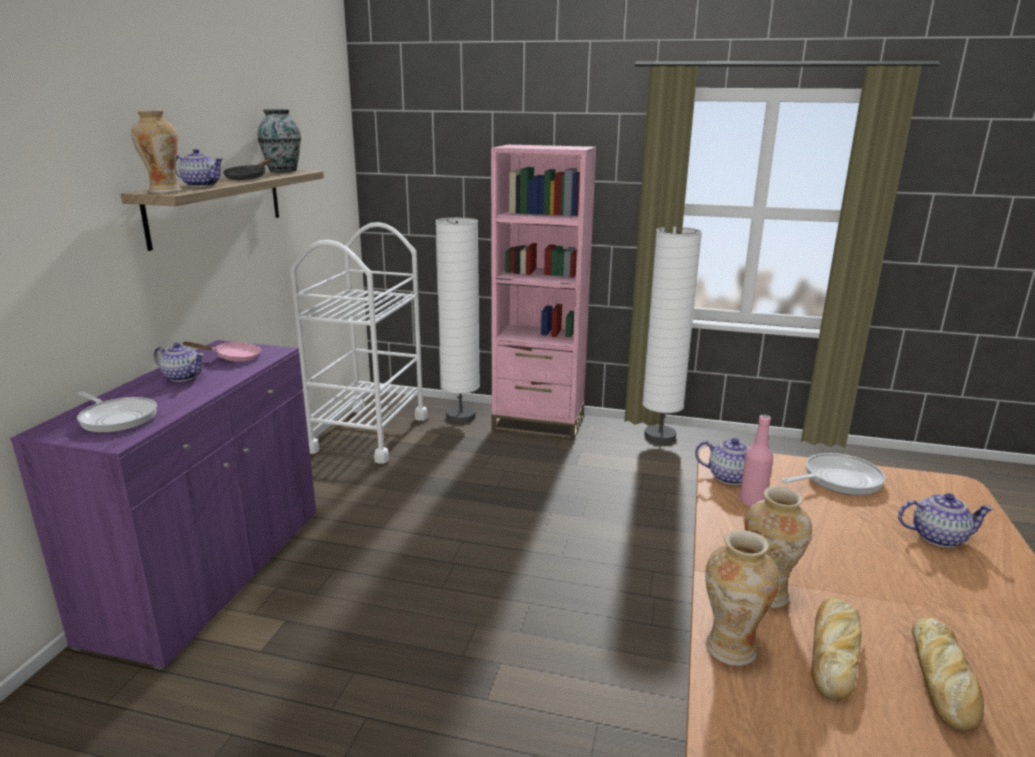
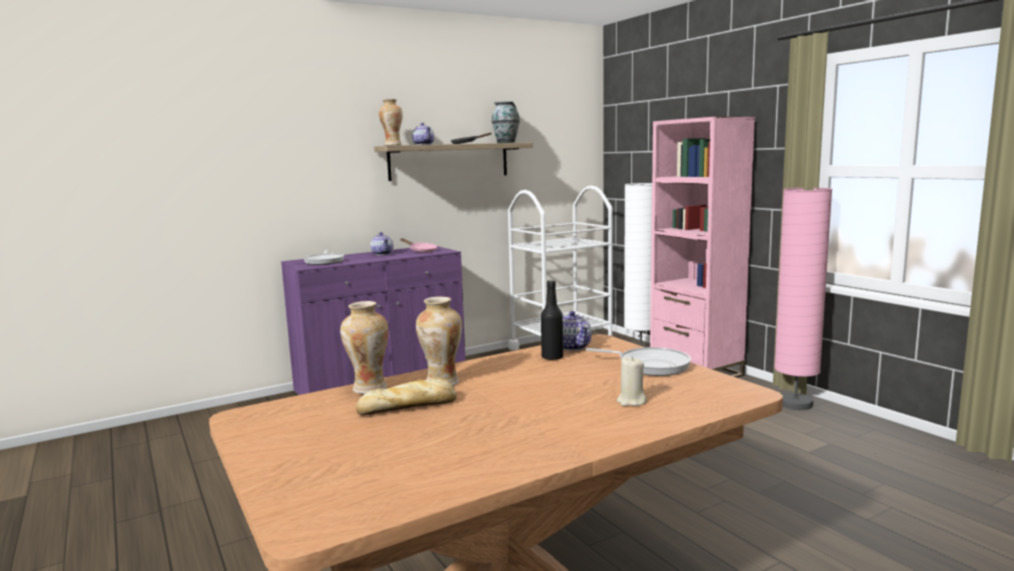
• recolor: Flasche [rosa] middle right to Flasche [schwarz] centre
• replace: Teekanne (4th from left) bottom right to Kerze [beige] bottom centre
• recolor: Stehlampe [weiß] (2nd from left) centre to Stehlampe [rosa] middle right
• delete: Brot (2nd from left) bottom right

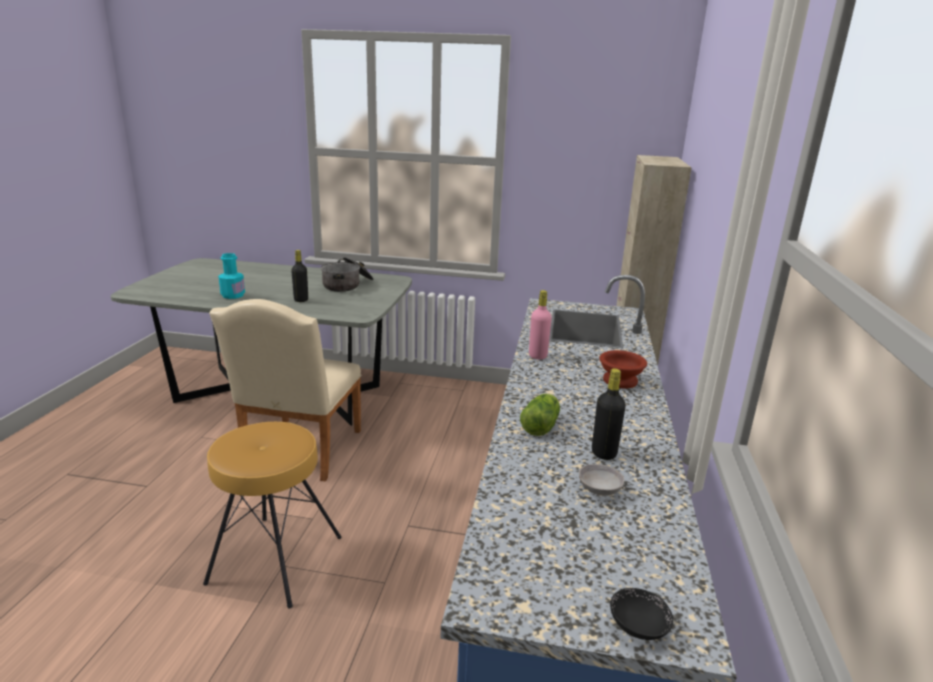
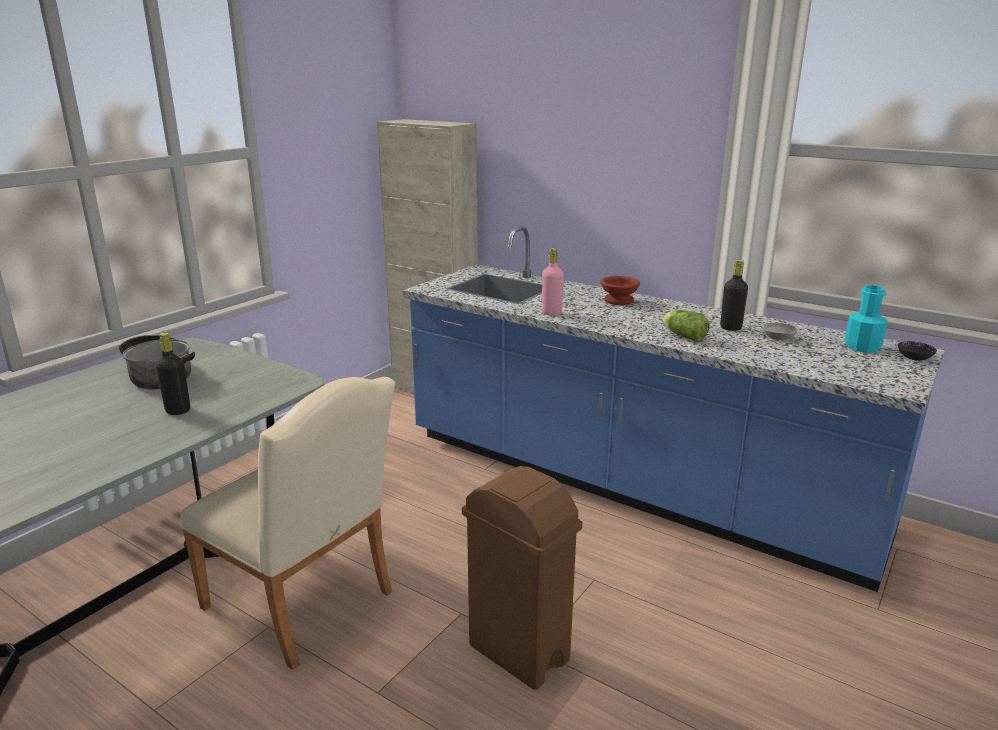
• replace: Hocker [braun] bottom left to Mülleimer [braun] bottom centre
• move: Flasche [türkis] middle left to middle right

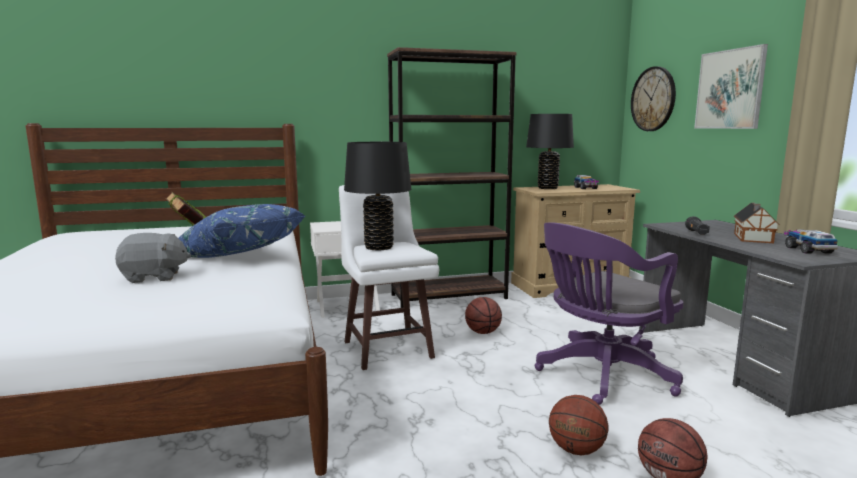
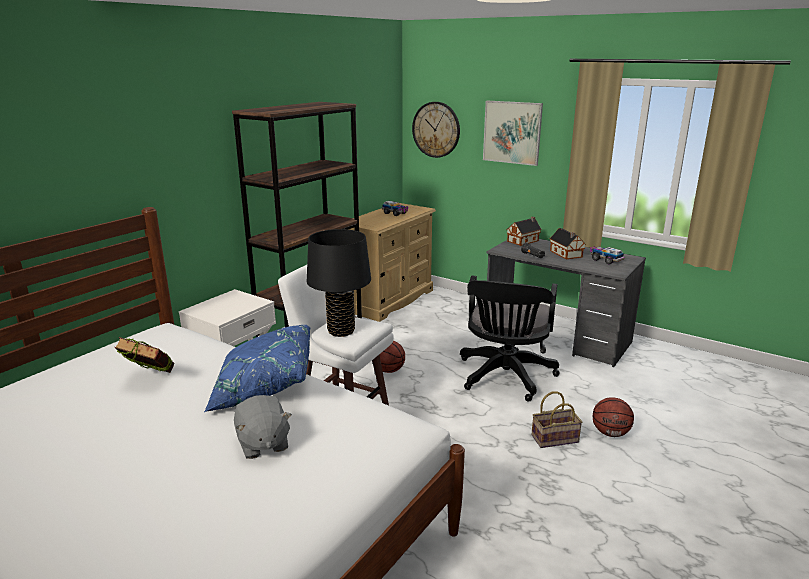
• rotate: Plüschtier [grau] middle left = bottom left 120 degrees clockwise
• recolor: Bürostuhl [lila] middle right to Bürostuhl [schwarz] centre
• insert: Spielzeughaus (1st from left) centre
• replace: Basketball (2nd from left) bottom right to Korb bottom right
• delete: Tischlampe [schwarz] (2nd from left) top centre

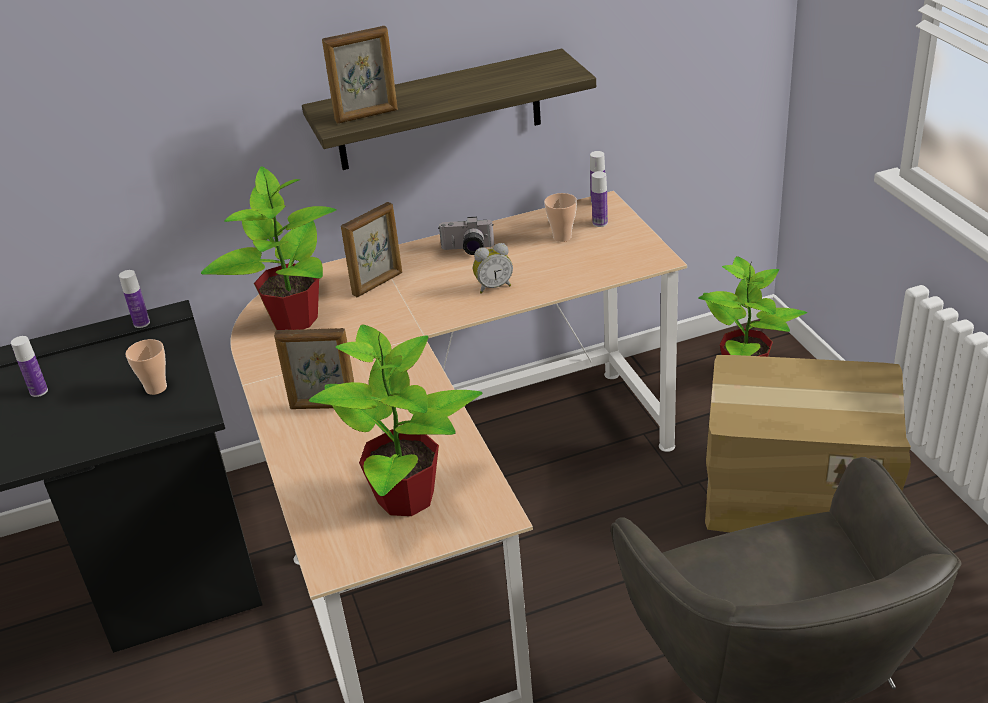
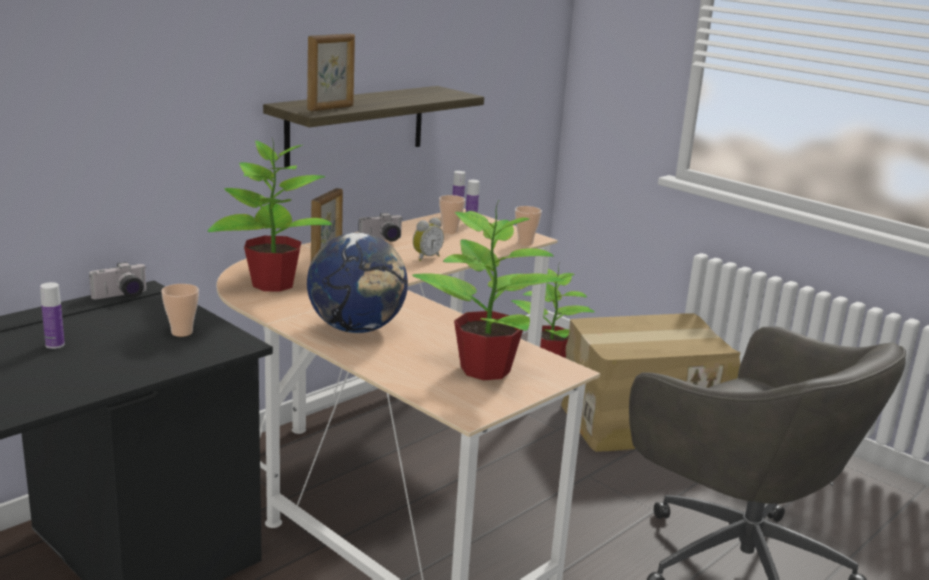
• replace: Flasche (2nd from left) middle left to Kamera (1st from left) middle left
• replace: Bilderrahmen (1st from left) middle left to Globus centre
• insert: Tasse (3rd from left) centre

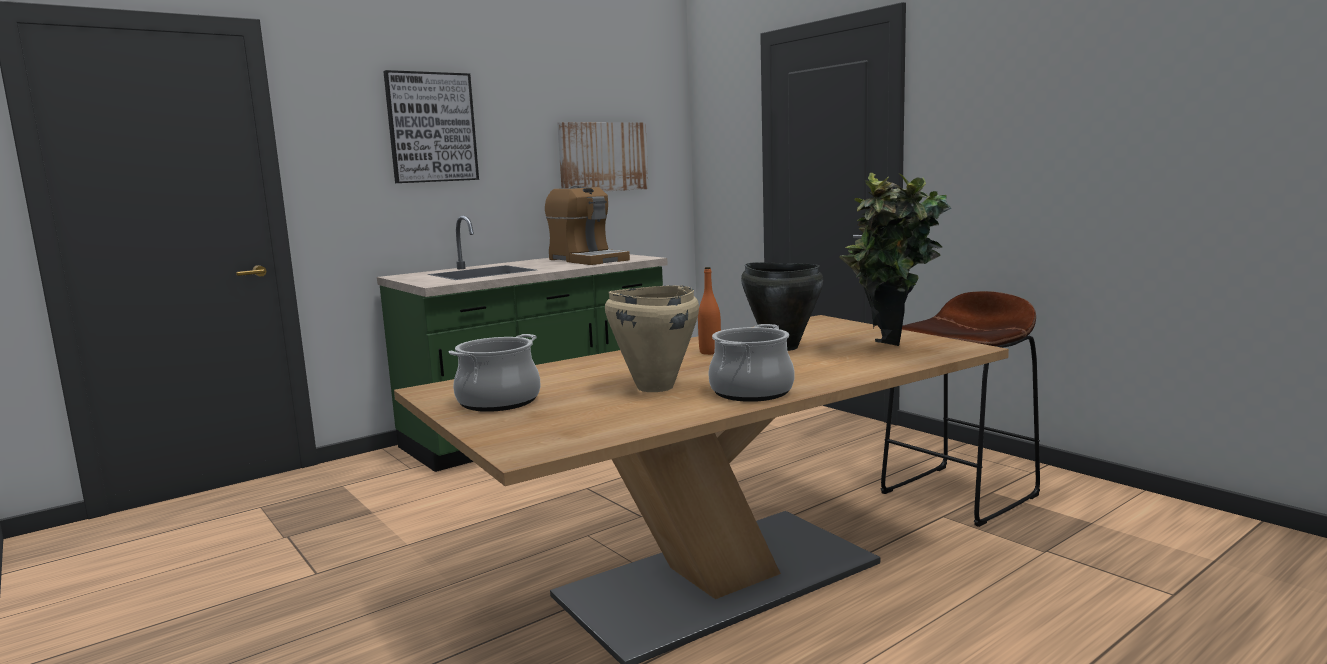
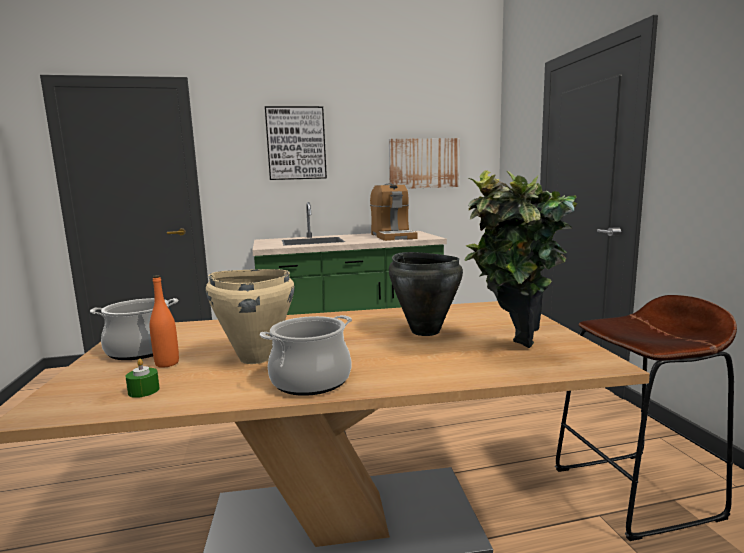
• insert: Kerze [grün] bottom left
• move: Flasche [orange] centre to middle left

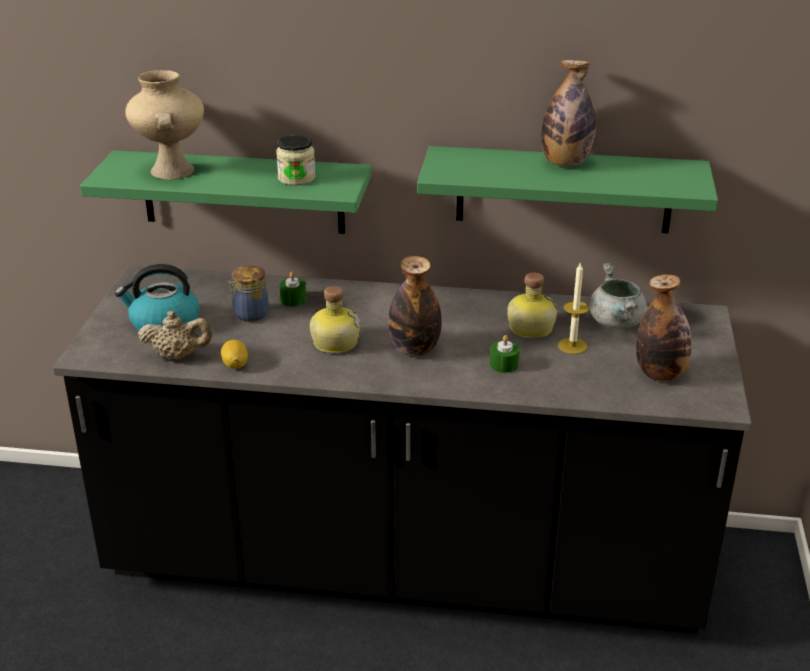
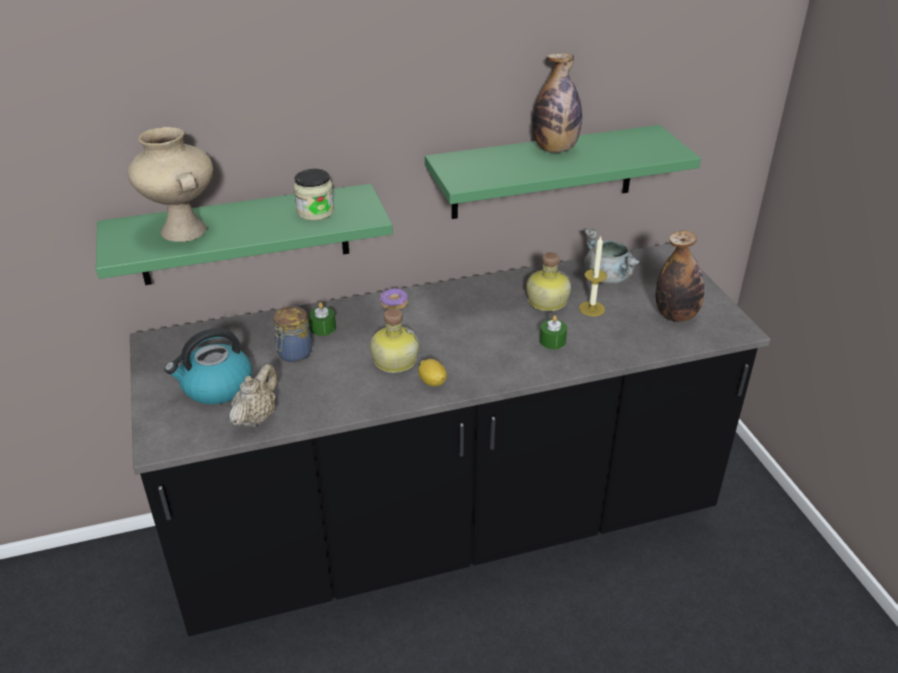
• rotate: Teekanne [beige] middle left = middle left 45 degrees counterclockwise
• insert: Donut centre
• move: Zitrone middle left to centre
• delete: Flasche (2nd from left) centre

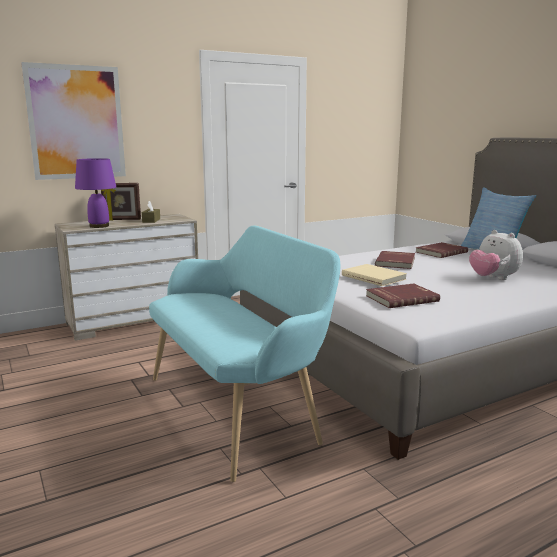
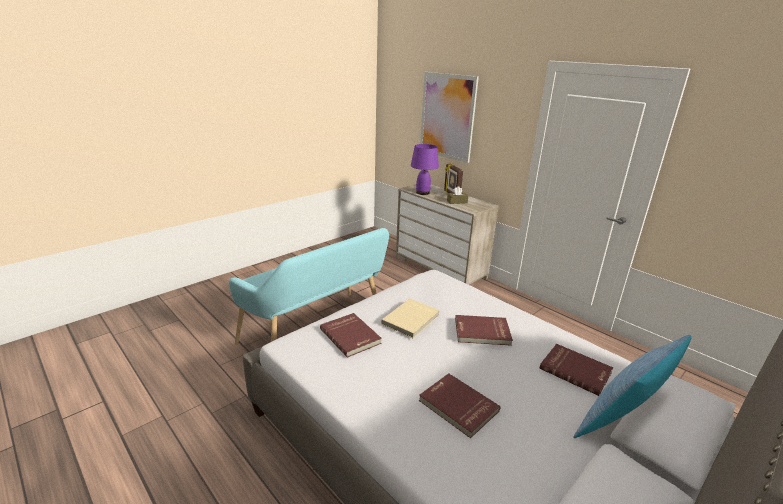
• replace: Plüschtier middle right to Buch [rot] (2nd from left) bottom centre

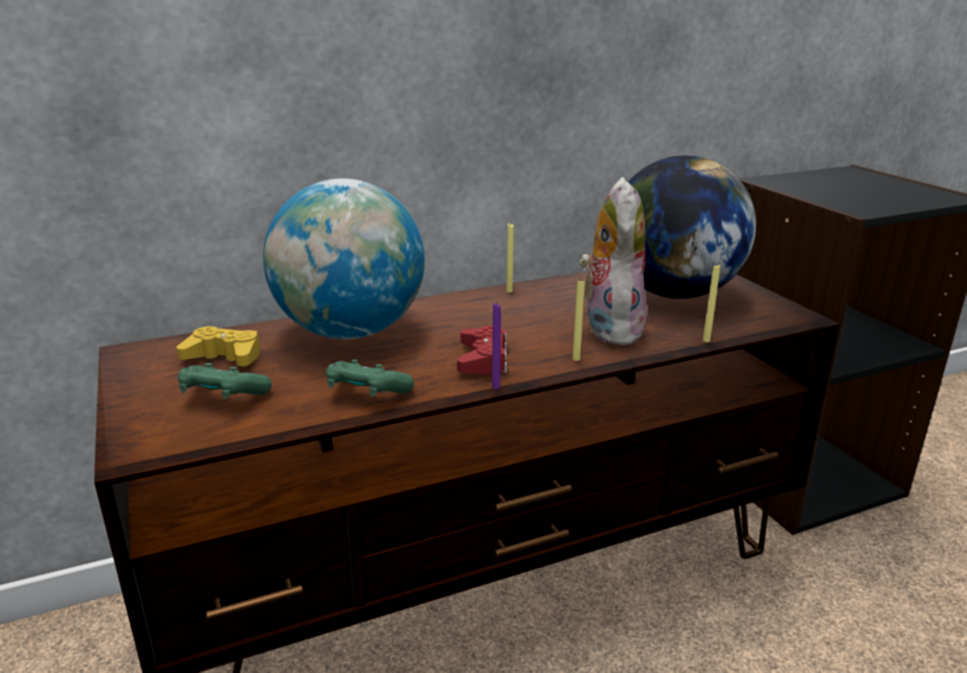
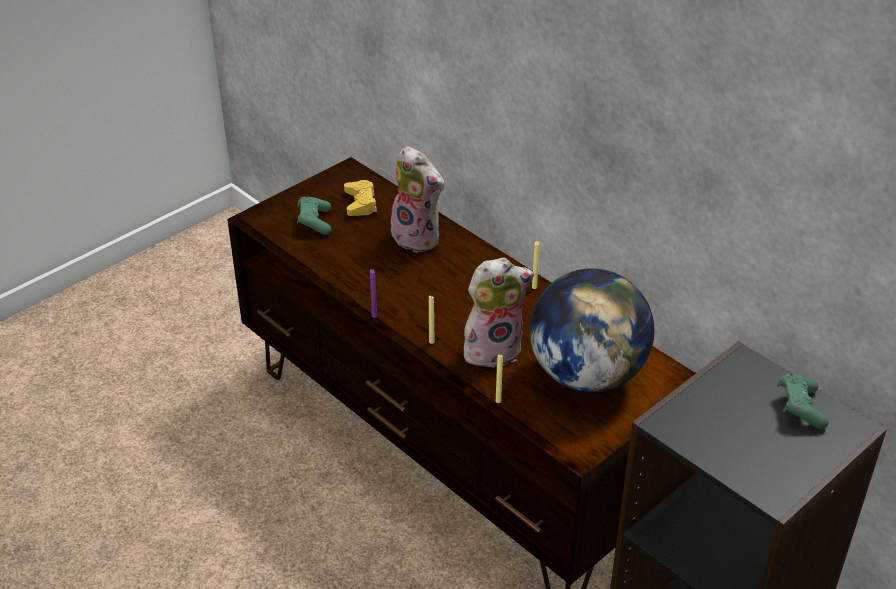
• replace: Globus (1st from left) centre to Plüschtier (1st from left) centre
• move: Gamepad [grün] (2nd from left) centre to bottom right
• delete: Gamepad [rot] centre

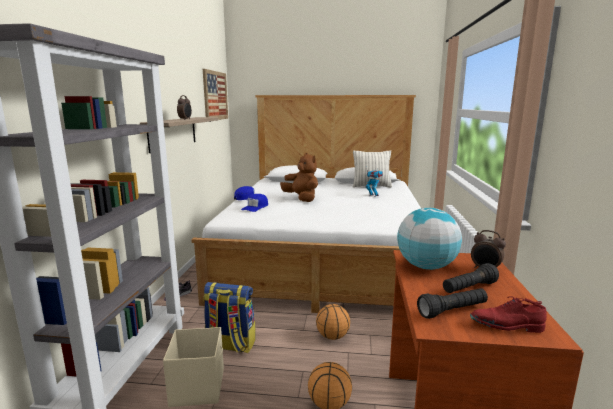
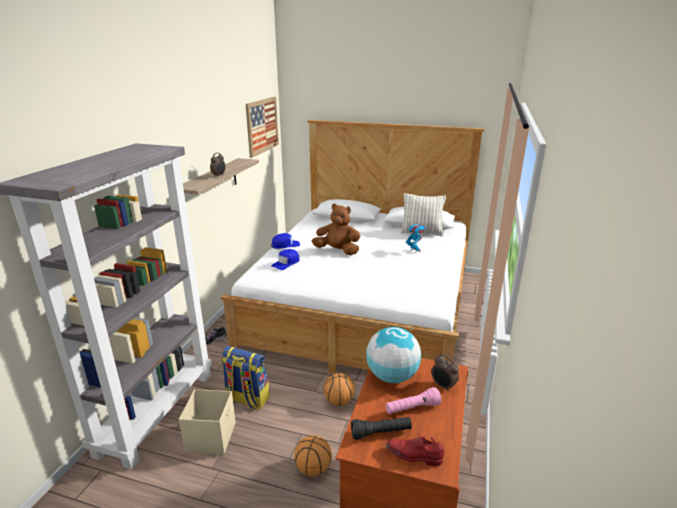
• rotate: Plüschtier [braun] centre = centre 45 degrees counterclockwise
• recolor: Taschenlampe [schwarz] (2nd from left) bottom right to Taschenlampe [rosa] bottom centre

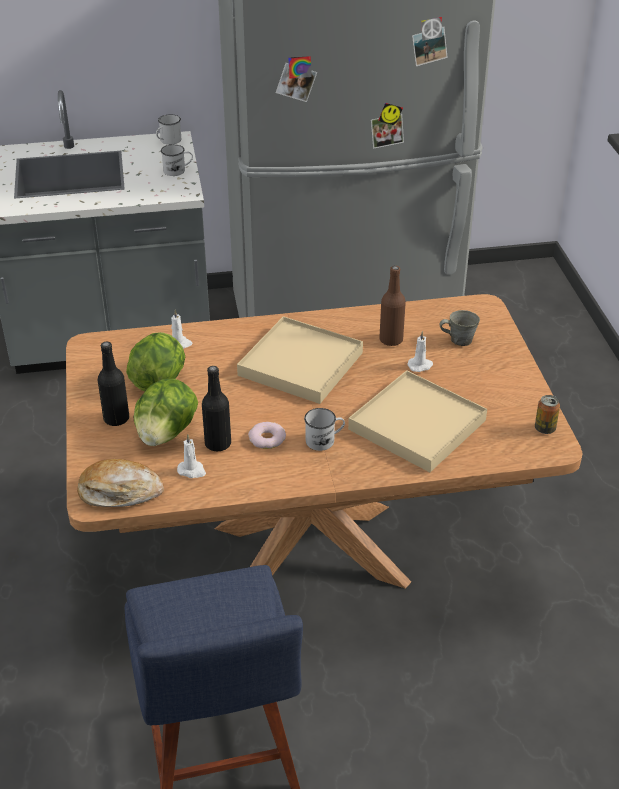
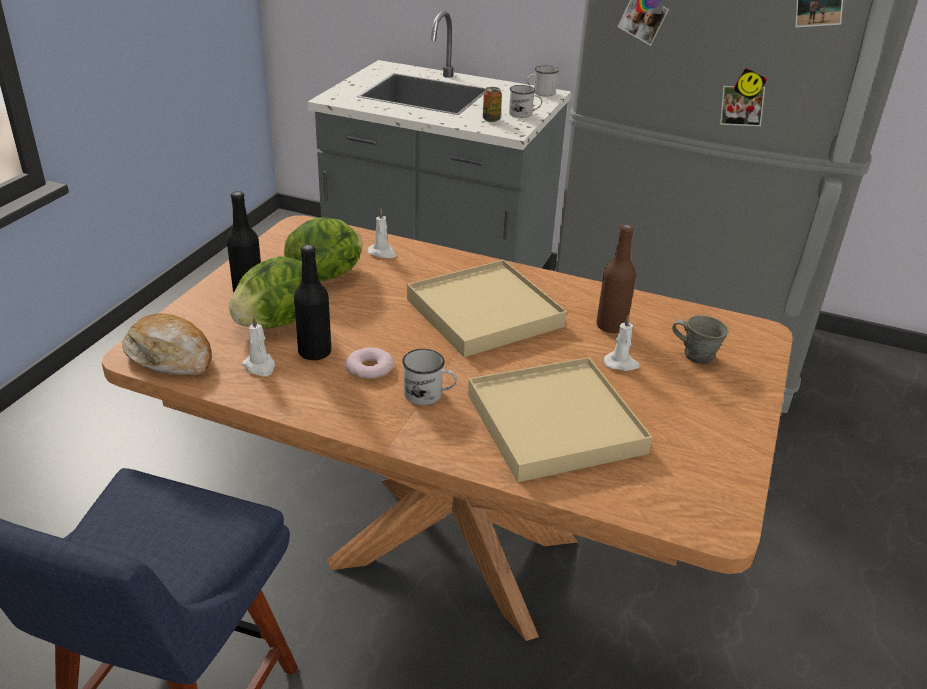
• move: Dose middle right to top centre

